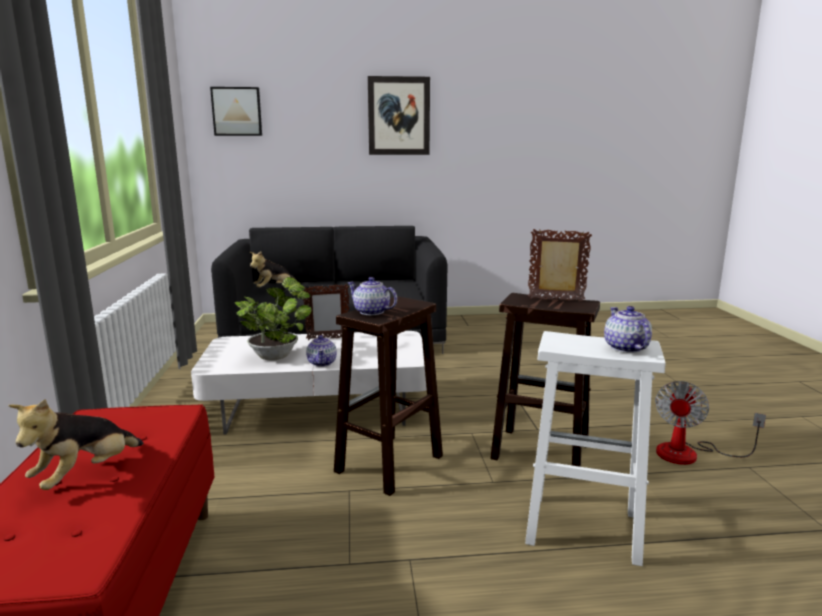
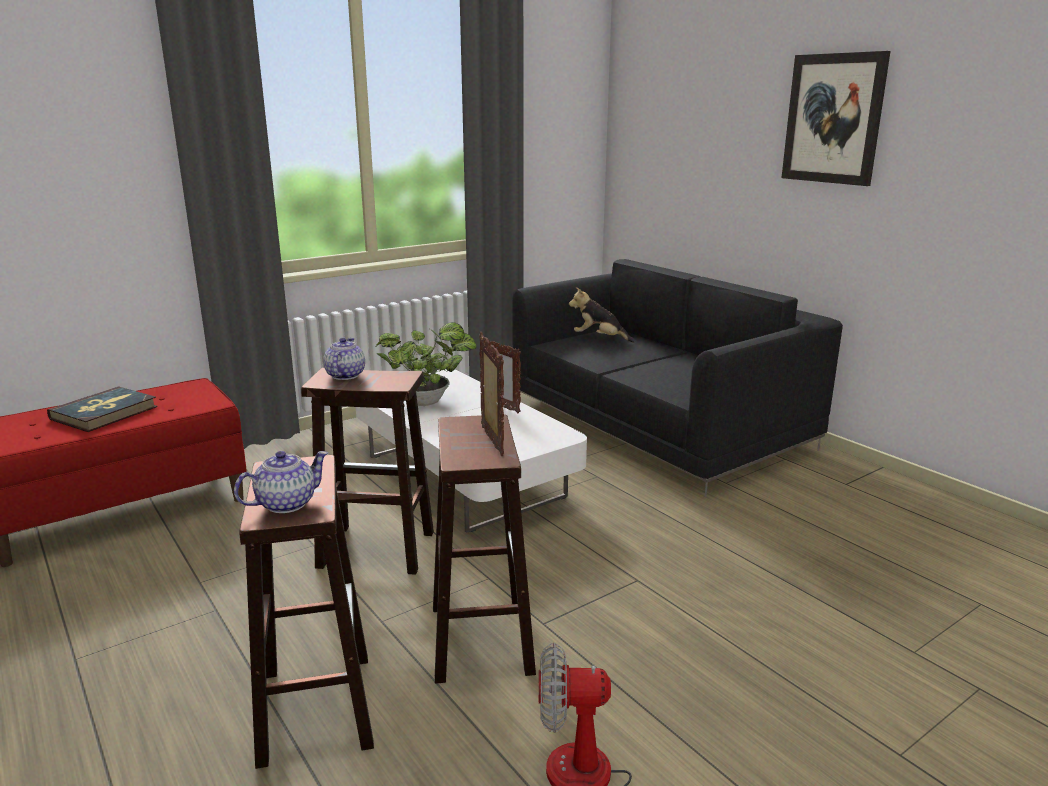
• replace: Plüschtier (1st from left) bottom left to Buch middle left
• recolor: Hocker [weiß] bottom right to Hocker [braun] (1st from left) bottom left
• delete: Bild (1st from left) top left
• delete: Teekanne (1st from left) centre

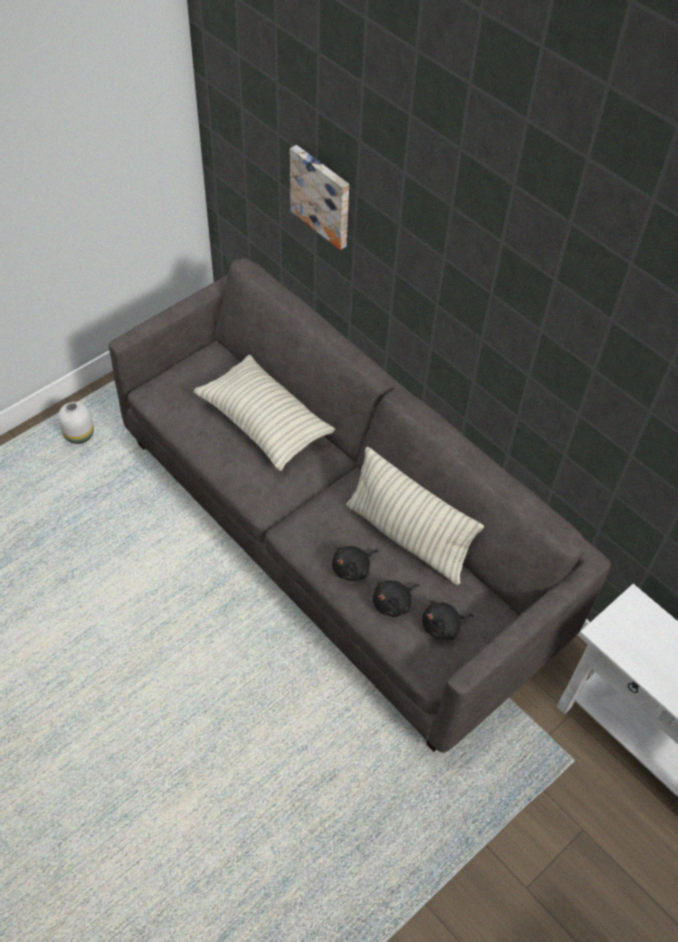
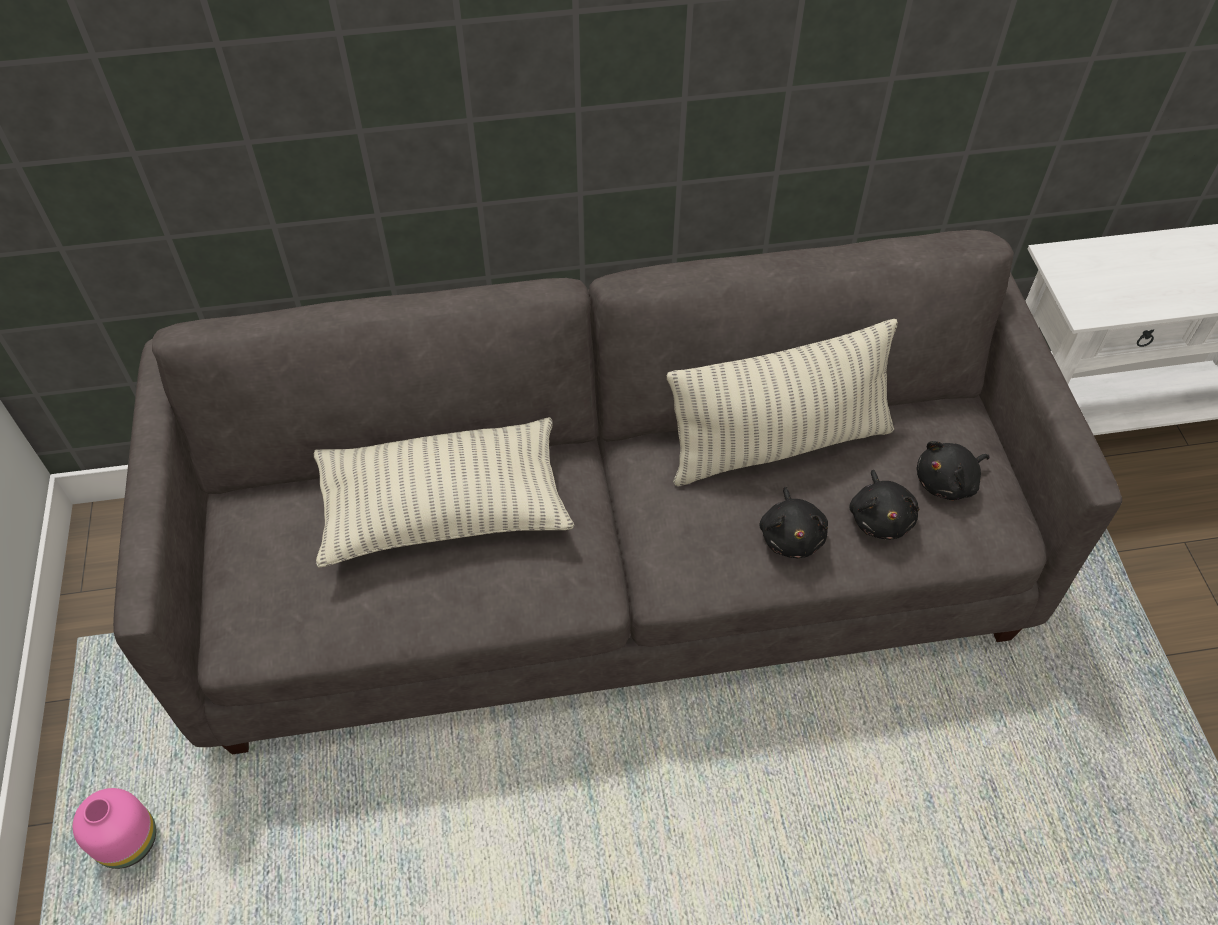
• recolor: Vase [weiß] middle left to Vase [rosa] bottom left
• rotate: Plüschtier [schwarz] (3rd from left) centre = middle right 45 degrees clockwise
• delete: Bild top centre

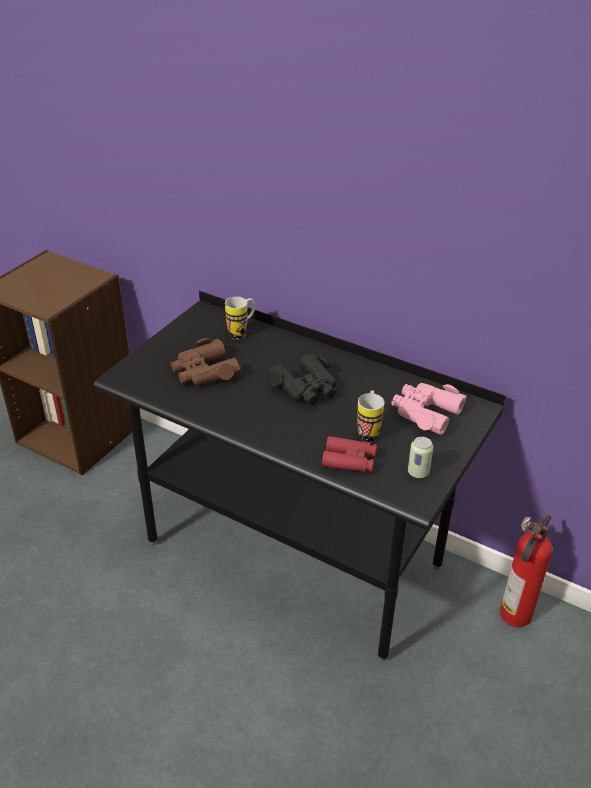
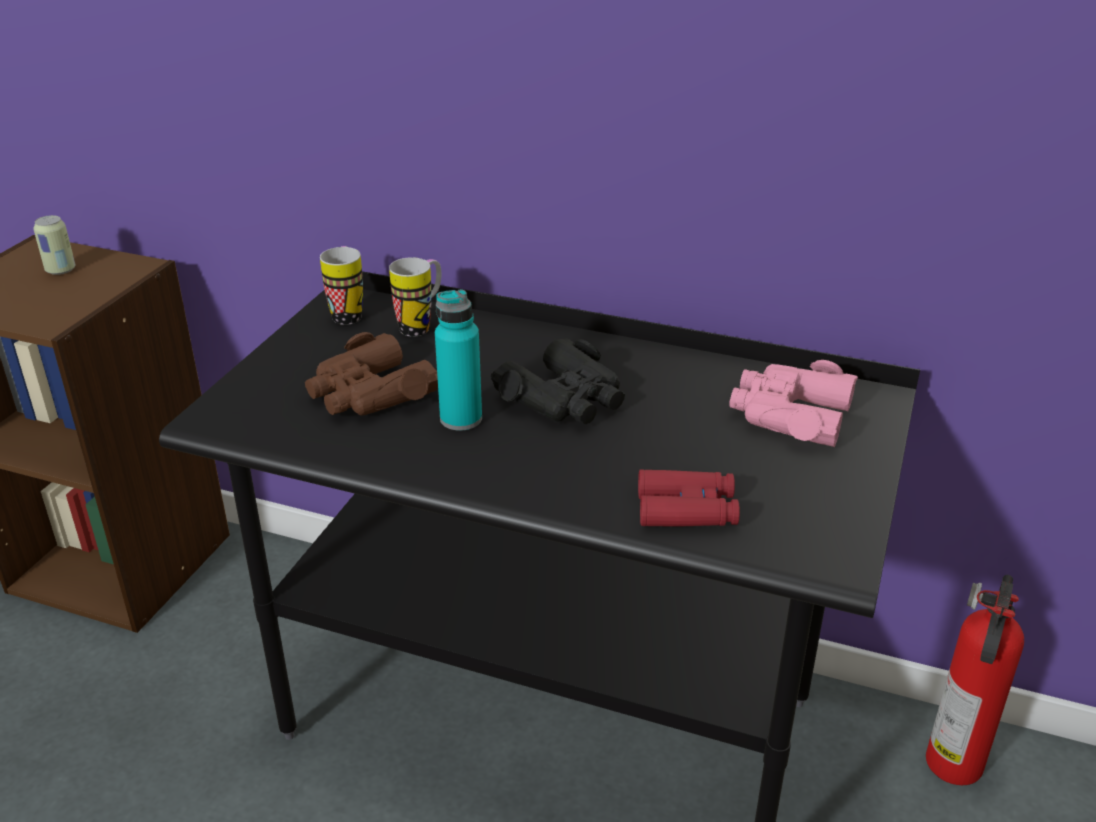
• move: Dose middle right to top left
• move: Henkelbecher (2nd from left in the first image) centre to Henkelbecher (1st from left) middle left
• insert: Flasche [türkis] centre

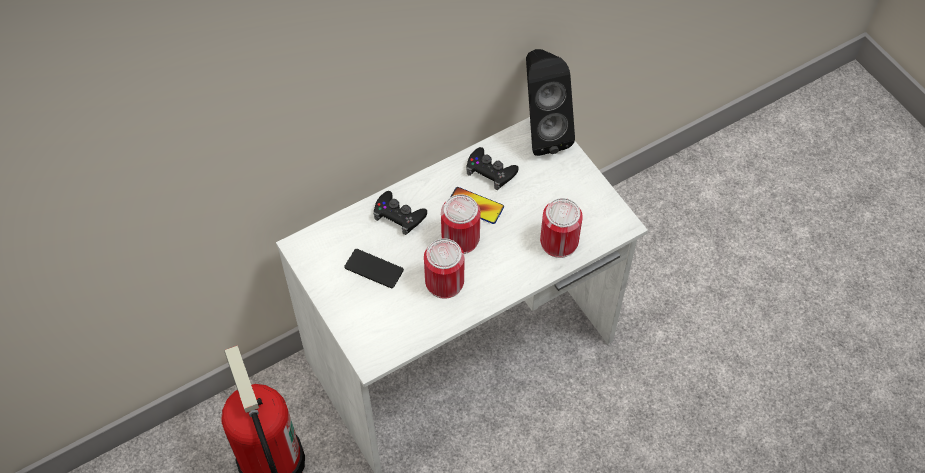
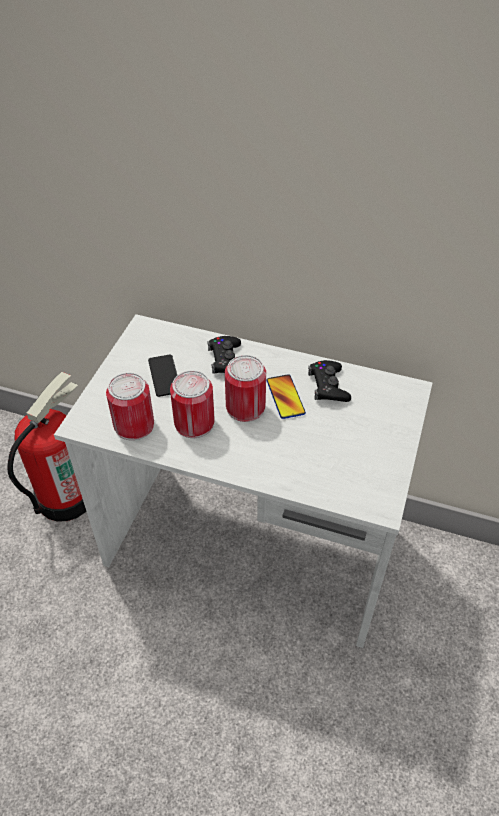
• move: Dose (3rd from left in the first image) centre to Dose (1st from left) middle left
• delete: Lautsprecher [schwarz] top centre

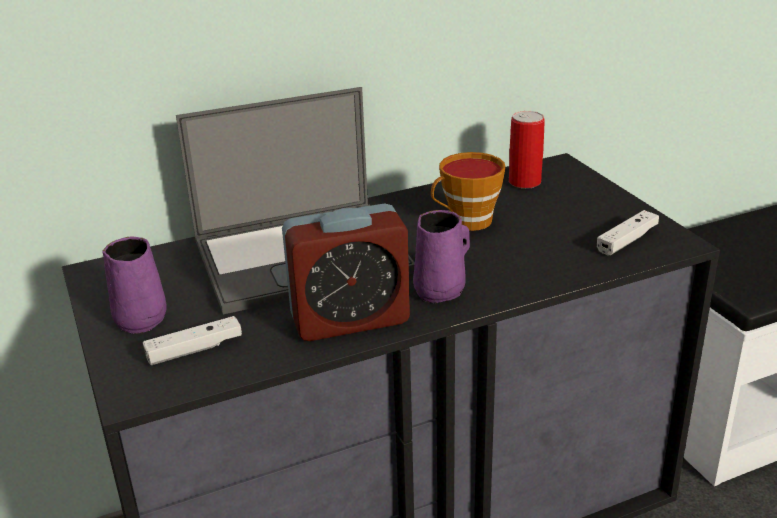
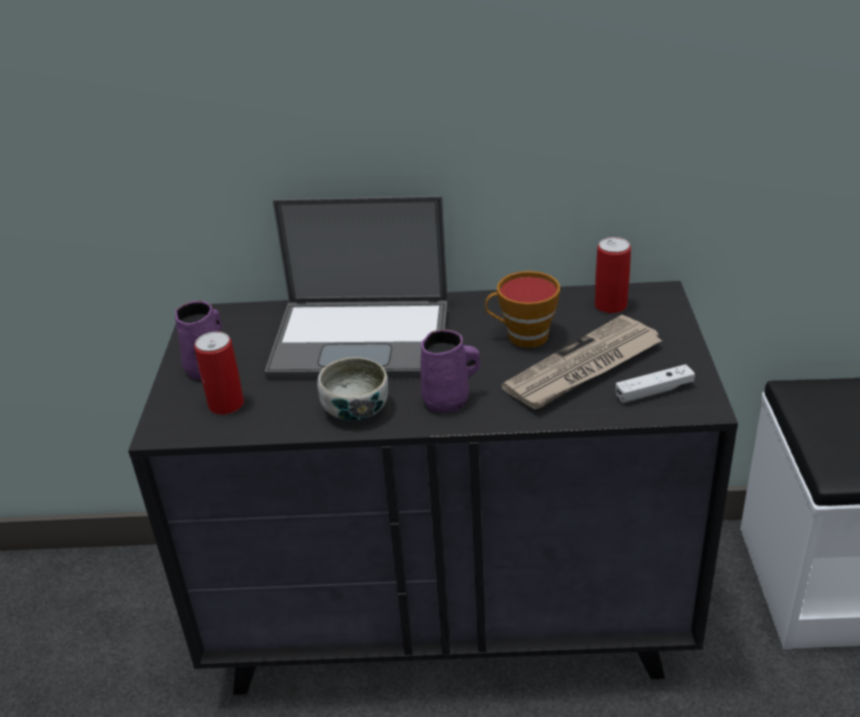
• replace: Gamepad [weiß] (1st from left) middle left to Dose (1st from left) middle left
• replace: Wecker centre to Schüssel centre
• insert: Zeitung middle right

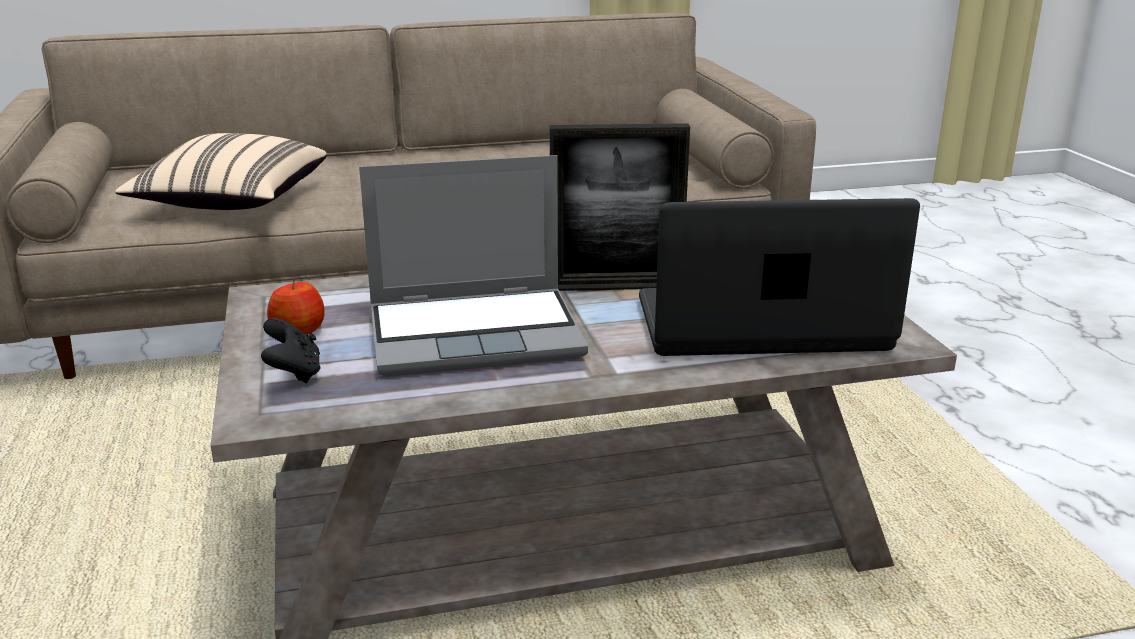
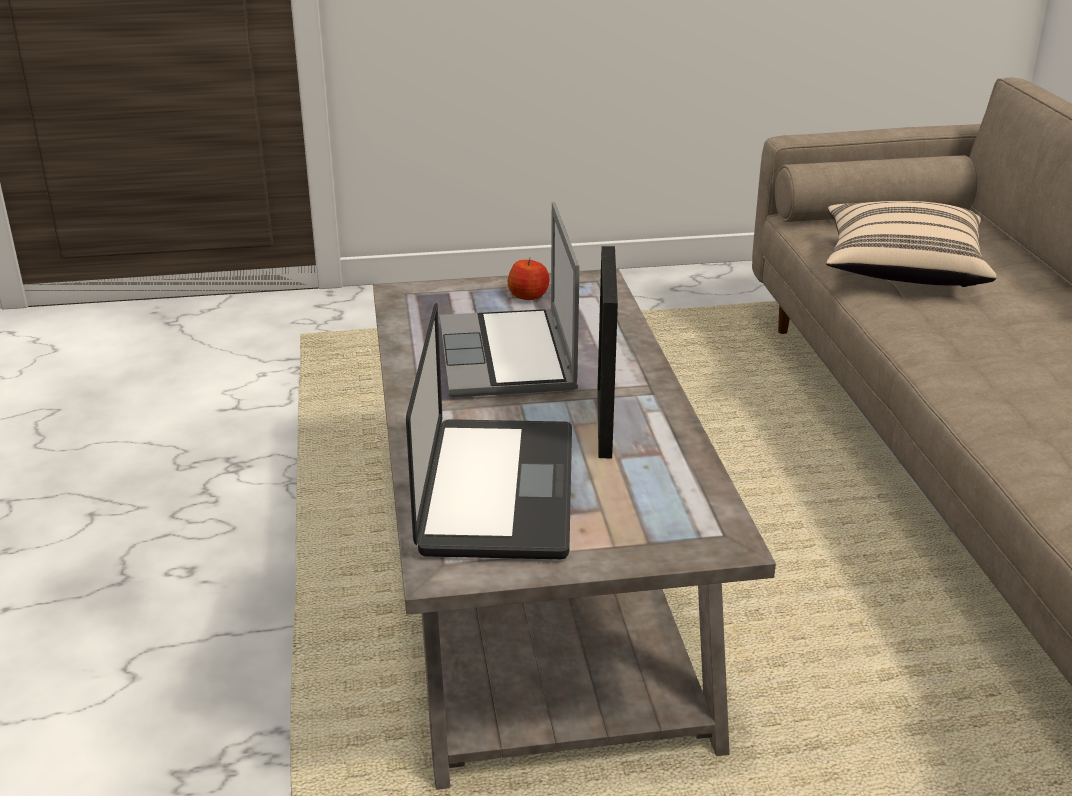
• delete: Gamepad [schwarz] middle left

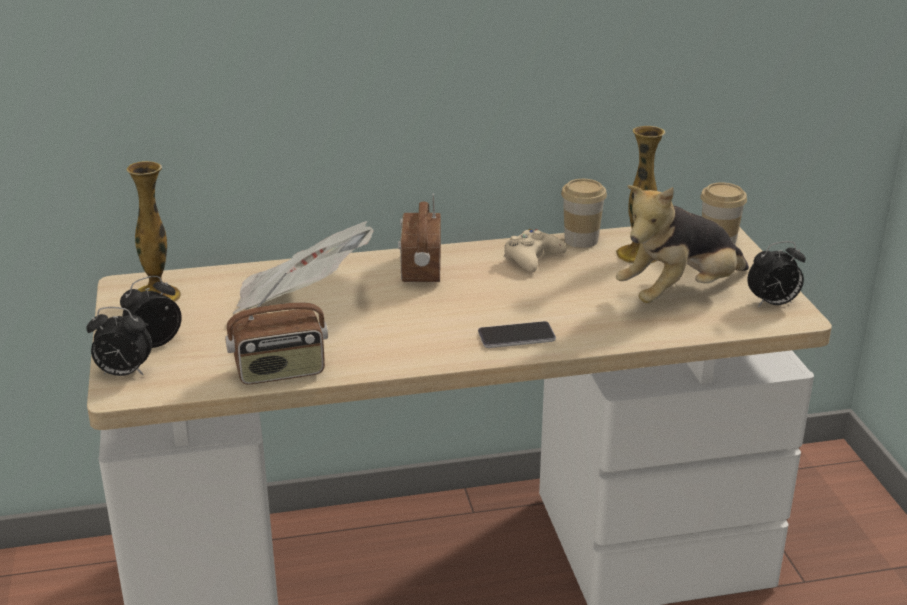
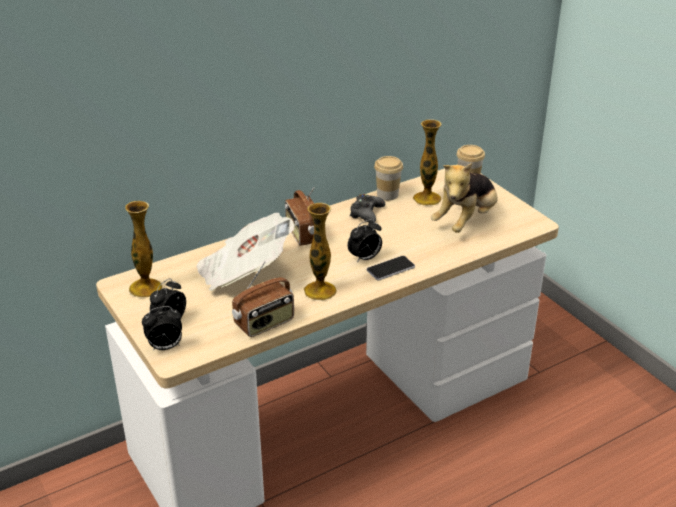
• insert: Vase (2nd from left) centre
• move: Wecker (3rd from left) middle right to centre
• recolor: Gamepad [beige] centre to Gamepad [schwarz] centre

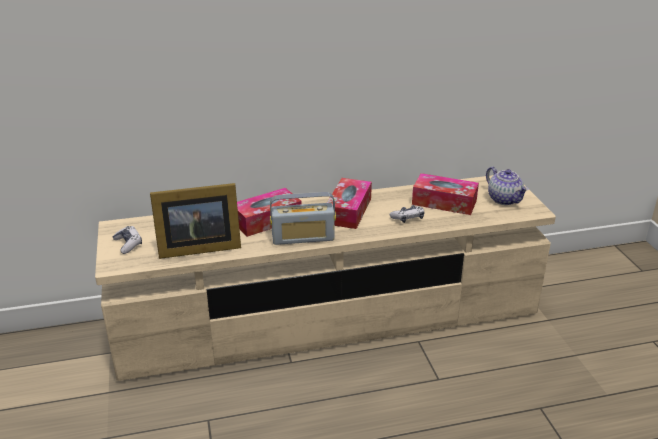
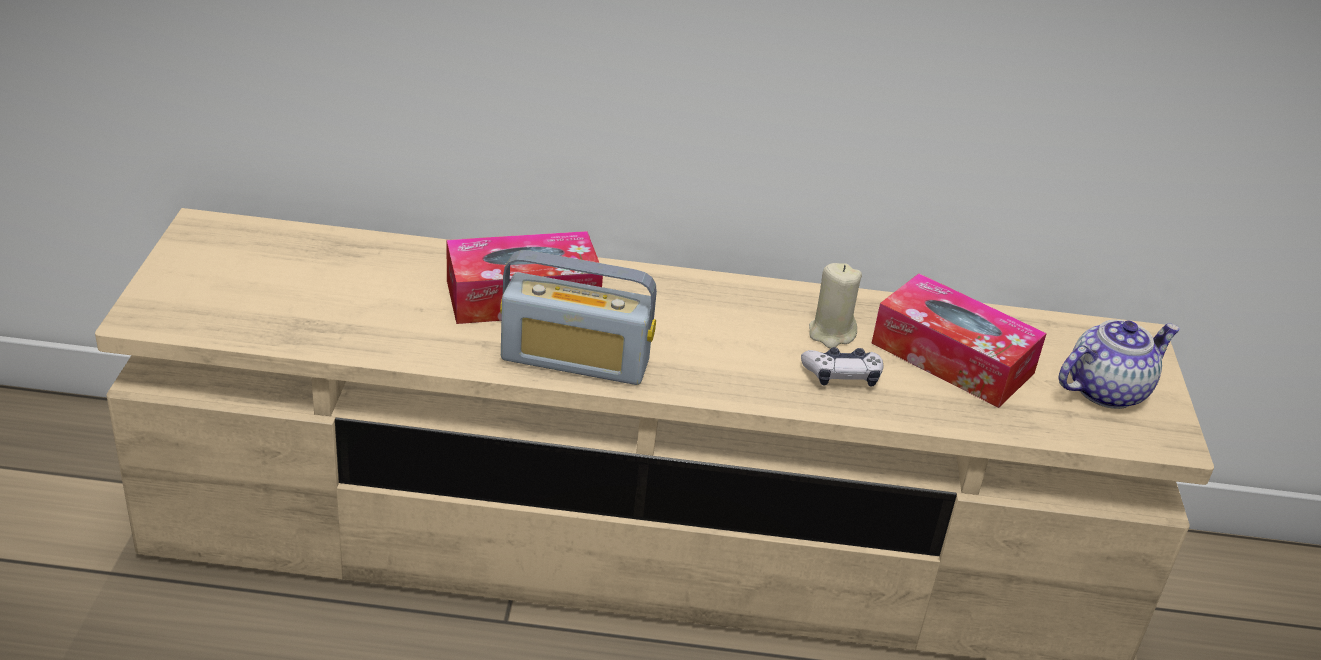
• insert: Kerze [beige] centre
• rotate: Teekanne middle right = middle right 105 degrees counterclockwise
• delete: Gamepad (1st from left) middle left
• delete: Bilderrahmen middle left
• delete: Taschentuchbox (2nd from left) centre

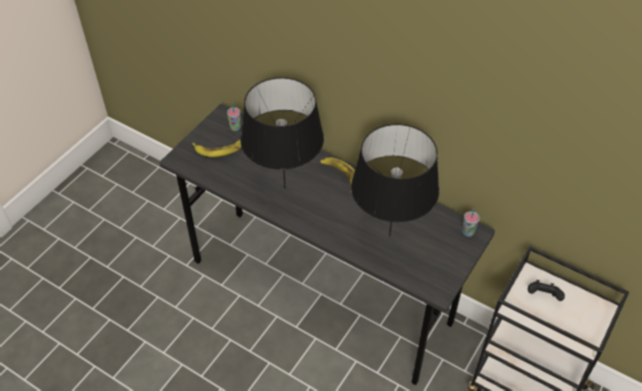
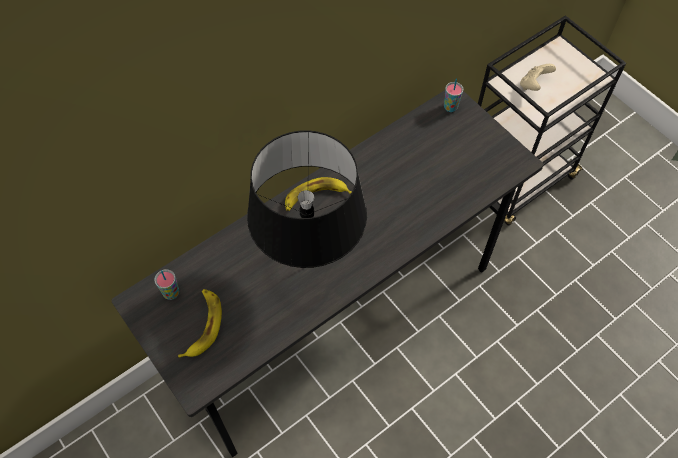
• recolor: Gamepad [schwarz] bottom right to Gamepad [beige] top right
• delete: Tischlampe [schwarz] (2nd from left) centre

